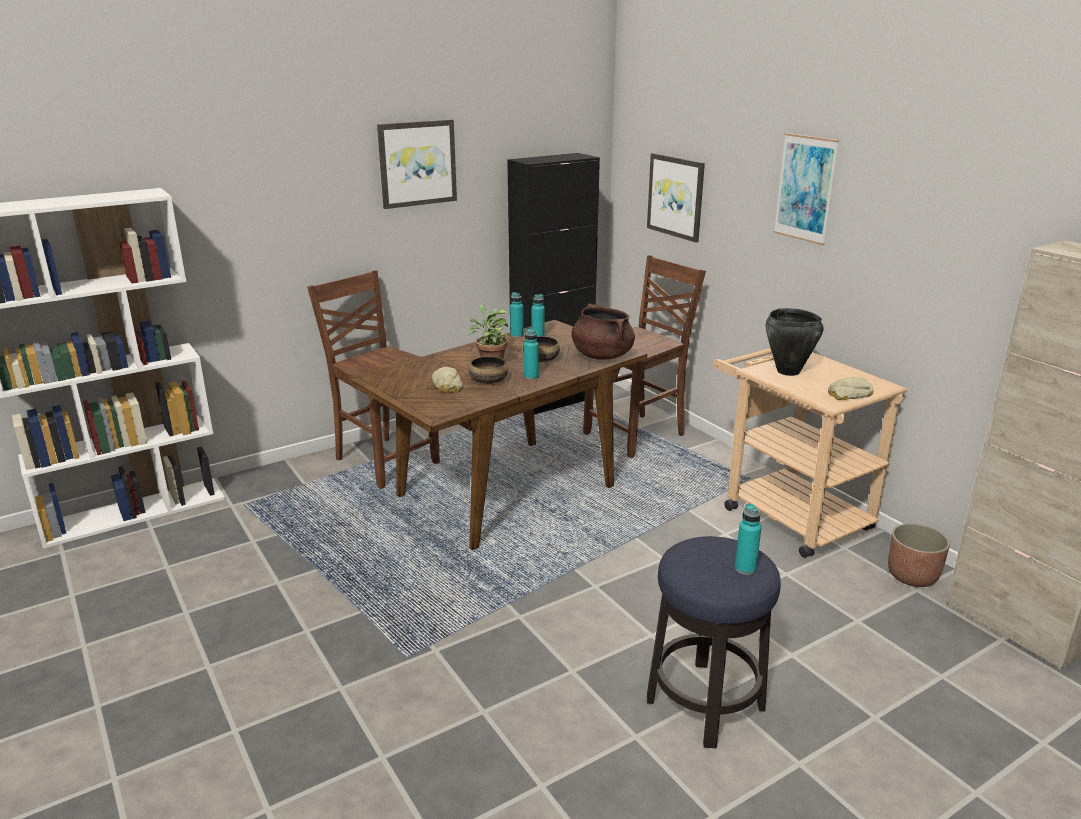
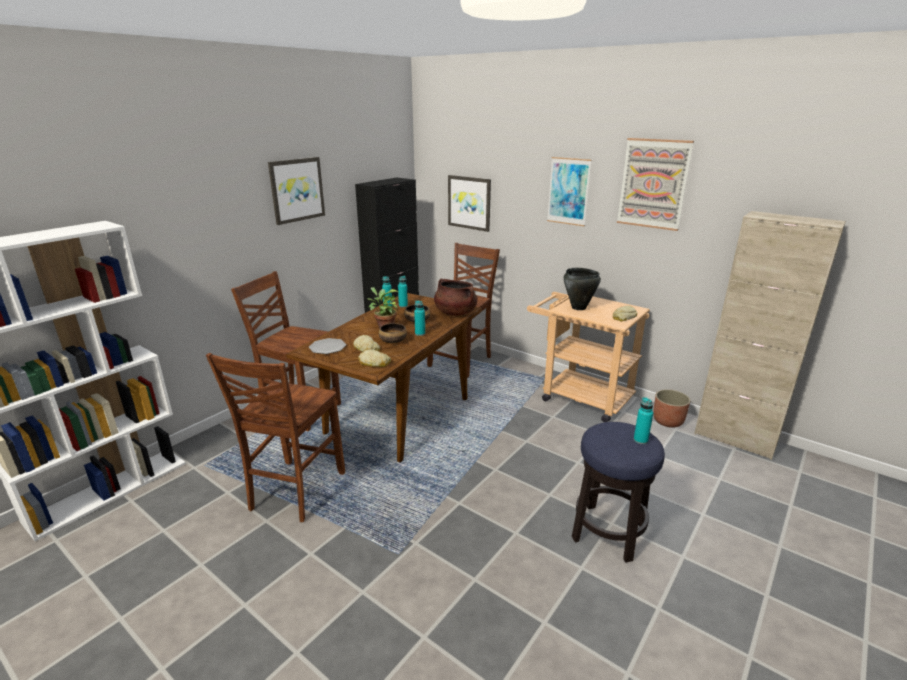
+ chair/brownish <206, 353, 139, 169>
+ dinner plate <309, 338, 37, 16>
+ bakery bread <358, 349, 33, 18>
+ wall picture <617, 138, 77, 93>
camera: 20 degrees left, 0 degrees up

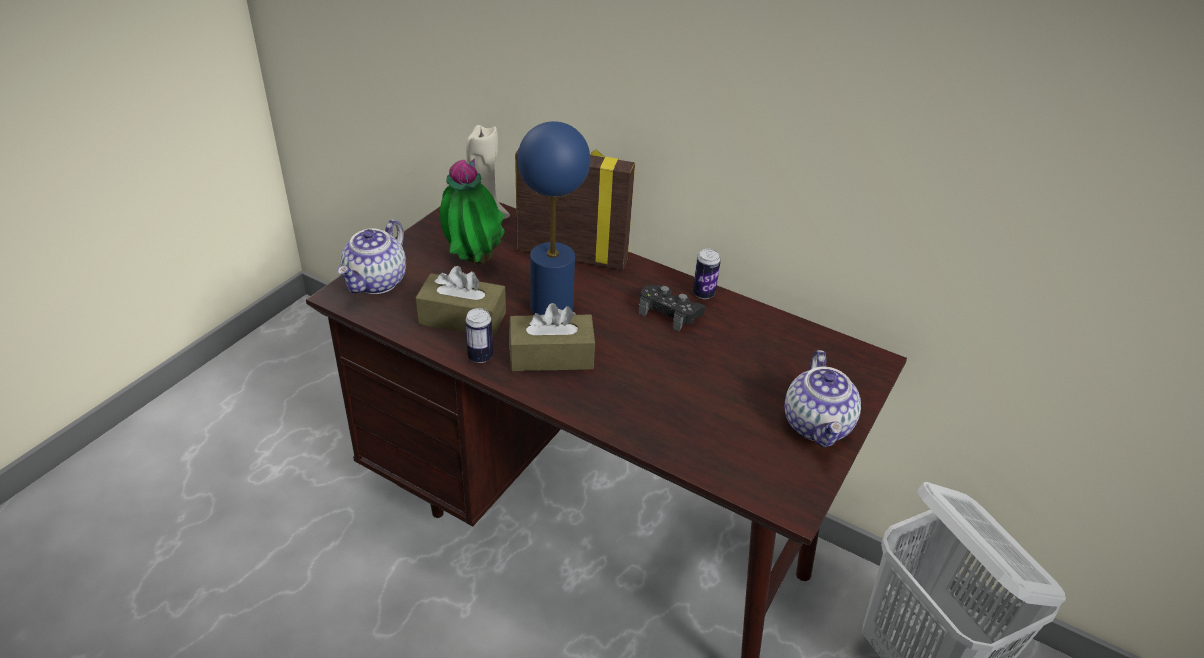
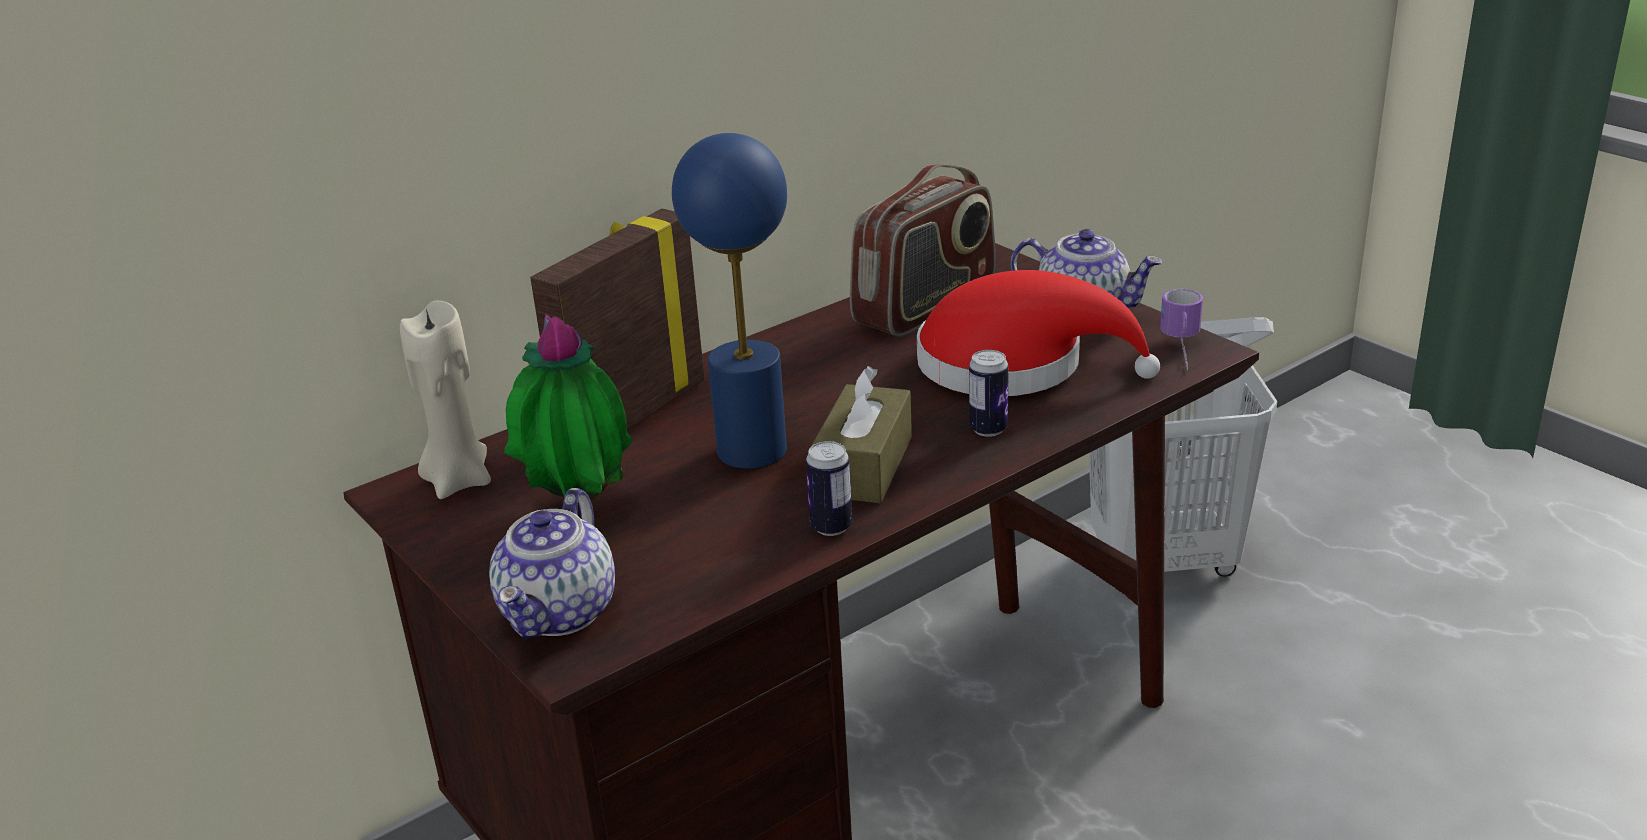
~ pot for tea <338, 219, 68, 75> = <489, 488, 126, 151> 60 degrees clockwise
+ radio <850, 164, 146, 173>
+ hat/red-coloured <917, 270, 243, 126>
~ metal can <693, 249, 28, 50> to <969, 350, 40, 87>
+ coffee mug <1160, 289, 43, 82>
- box of tissues/brownish <416, 266, 90, 72>
- joypad/blackish <638, 285, 67, 47>
camera: 65 degrees left, 10 degrees down

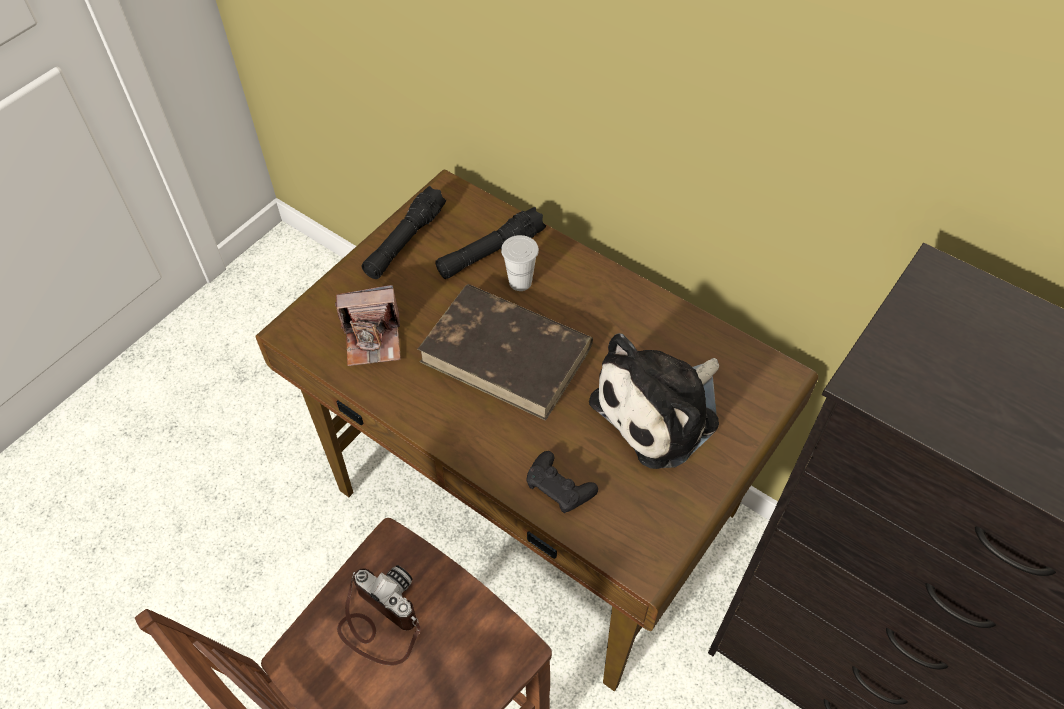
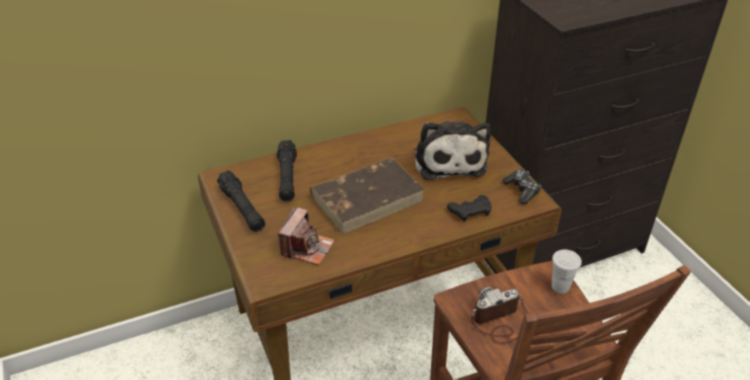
+ joypad <502, 169, 39, 35>
~ small cup/white-coloured <501, 235, 38, 56> to <552, 250, 30, 43>
camera: 60 degrees left, 15 degrees down

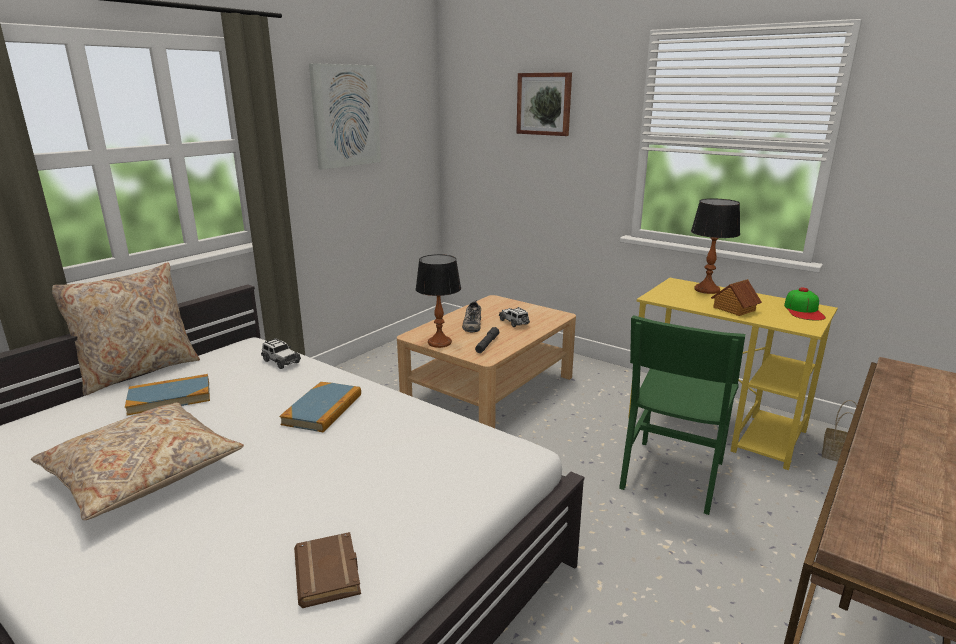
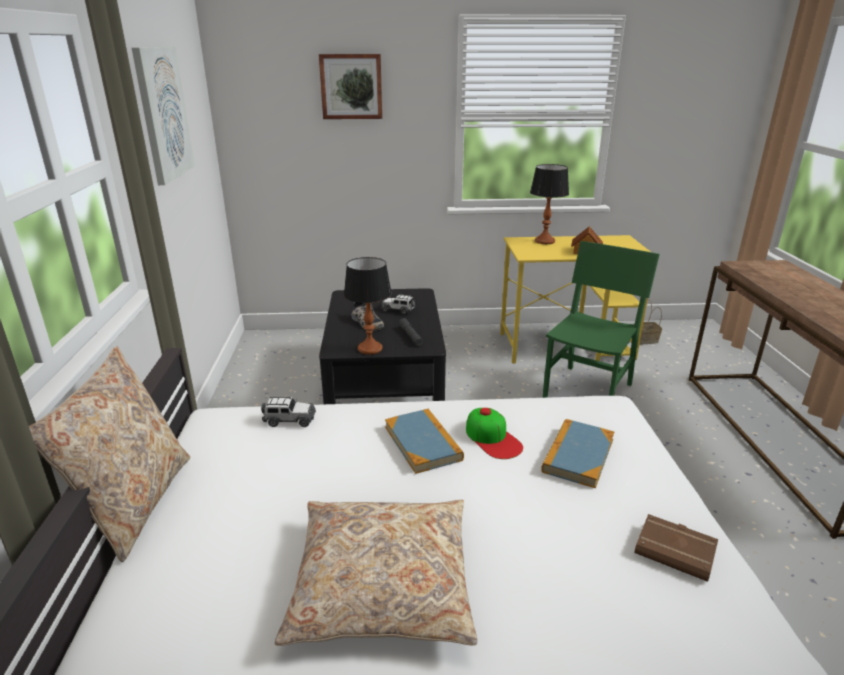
~ coffee table/sand-coloured <397, 295, 179, 133> to coffee table/blackish <319, 288, 127, 116>
~ cap <784, 288, 42, 32> to <466, 408, 57, 51>
~ bound book <125, 374, 85, 41> to <541, 419, 73, 69>
~ chair/green <619, 315, 126, 200> = <542, 241, 118, 157> 135 degrees counterclockwise
camera: 40 degrees left, 5 degrees up

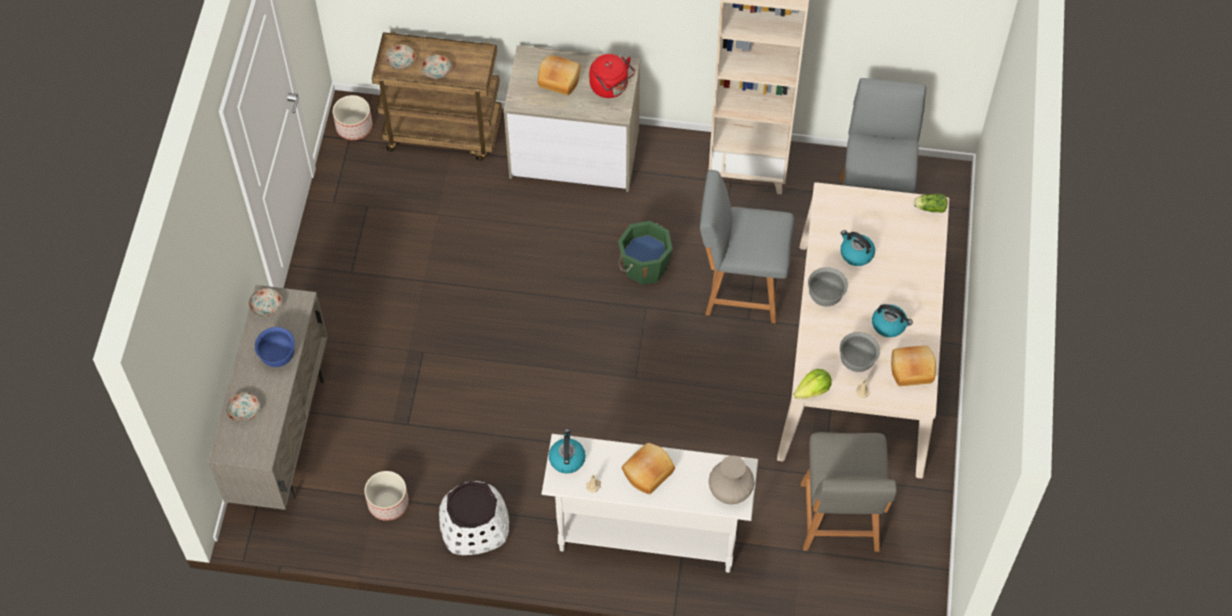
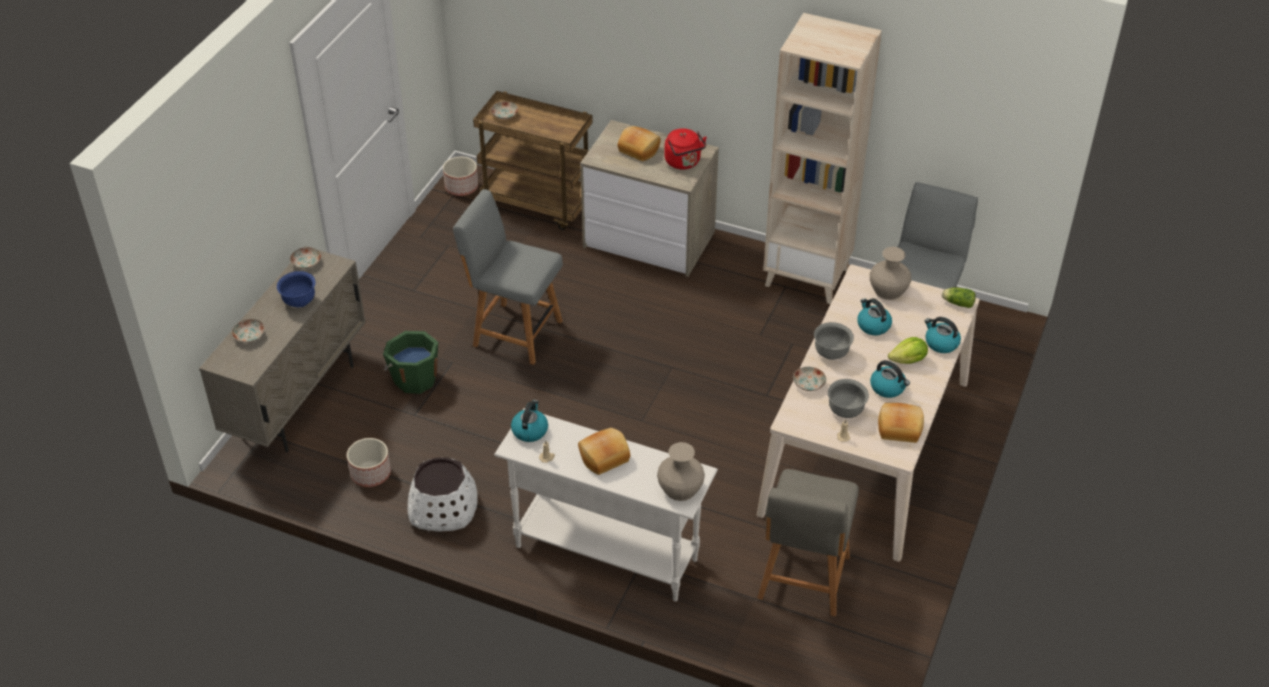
~ bucket/green <618, 221, 54, 64> to <383, 331, 55, 63>
~ chair/greyish <700, 170, 94, 153> to <453, 189, 110, 176>
~ dinner plate <421, 55, 30, 24> to <793, 367, 34, 24>
+ vase/sand-coloured <870, 247, 41, 53>
~ head of lettuce <793, 369, 38, 30> to <888, 337, 40, 27>
+ tea kettle <925, 317, 36, 36>
camera: 15 degrees right, 15 degrees down

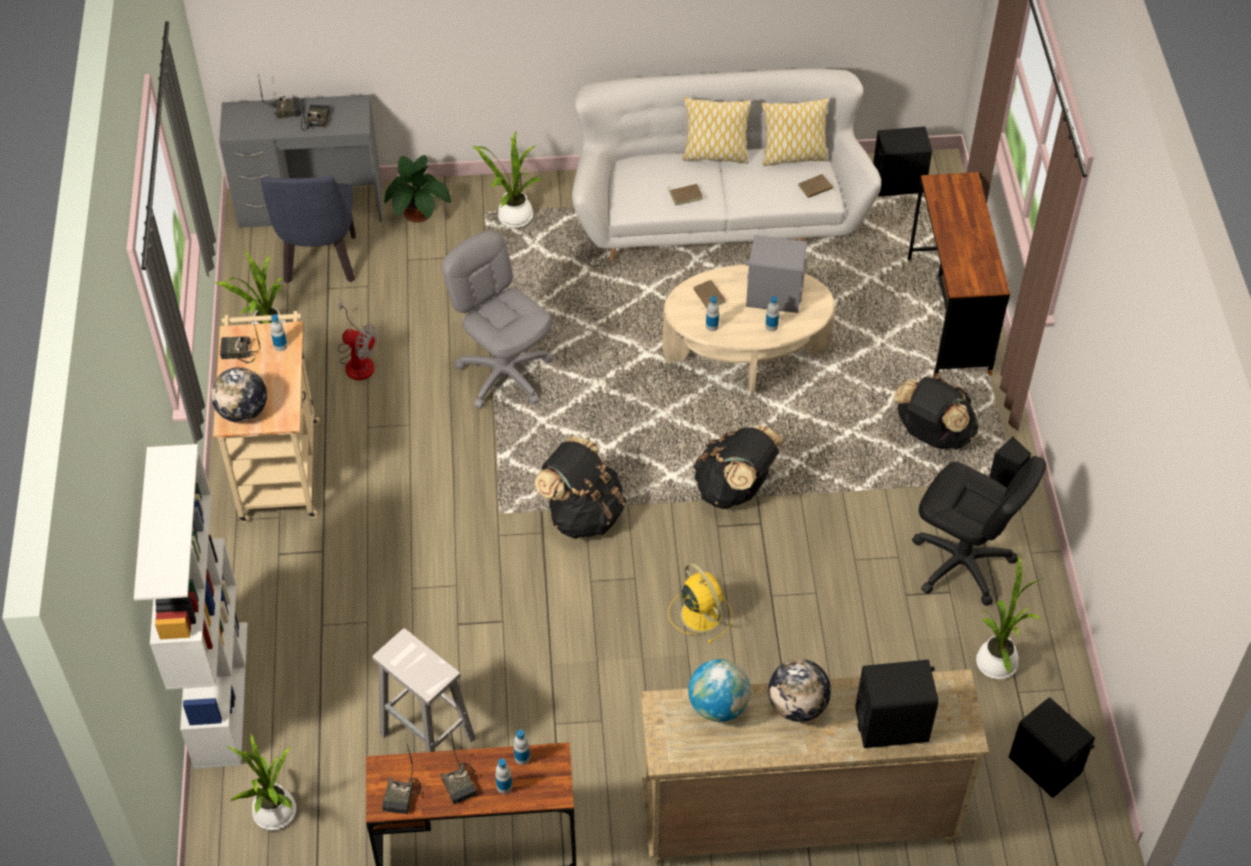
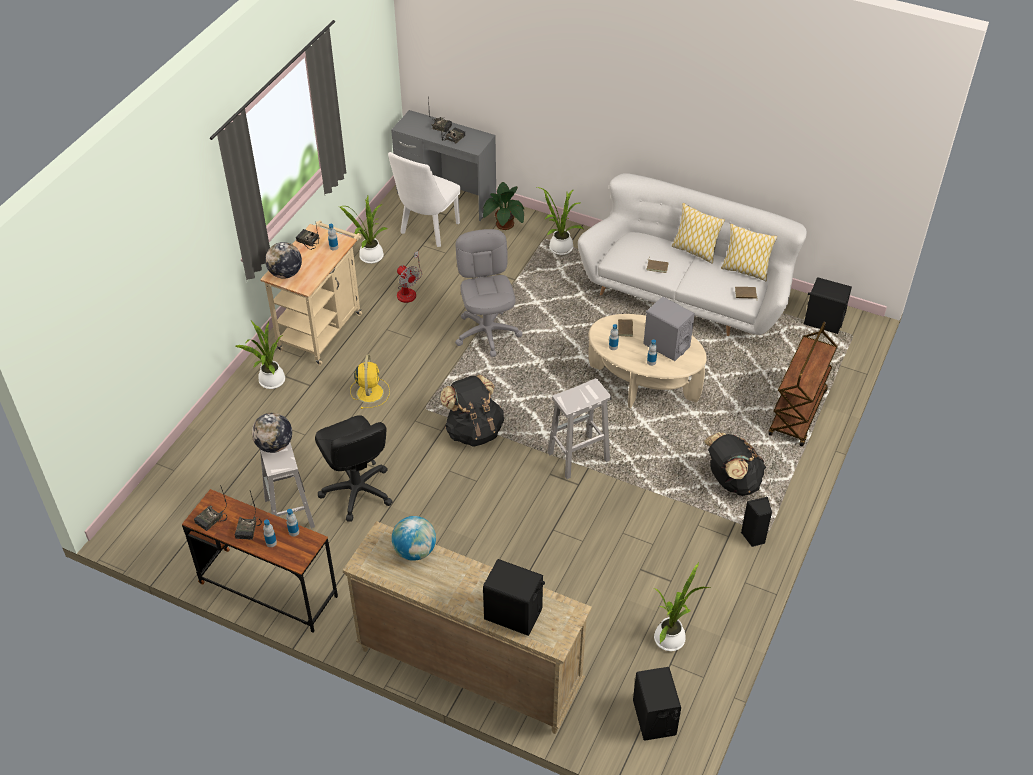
~ houseplant <227, 732, 69, 98> to <236, 321, 49, 68>
~ world globe <768, 659, 63, 63> to <252, 413, 40, 40>
~ desk chair/blackish <912, 456, 134, 150> to <315, 415, 78, 107>
~ fan/yellow-coloured <668, 563, 65, 80> to <350, 354, 40, 55>
~ chair/bluish <261, 175, 95, 108> to chair/white-coloured <388, 152, 73, 95>
~ knapsack/blackish <693, 426, 91, 83> to stool seat/white-coloured <548, 378, 64, 101>
~ desk/brownish <908, 172, 102, 205> to wheeled cart/brownish <768, 322, 70, 125>
- bookshelf/white-coloured <134, 444, 114, 325>
camera: 30 degrees right, 5 degrees down

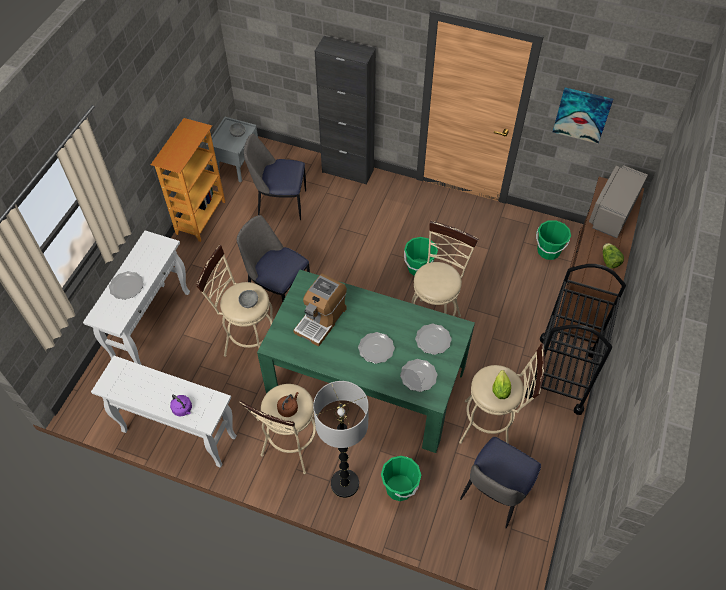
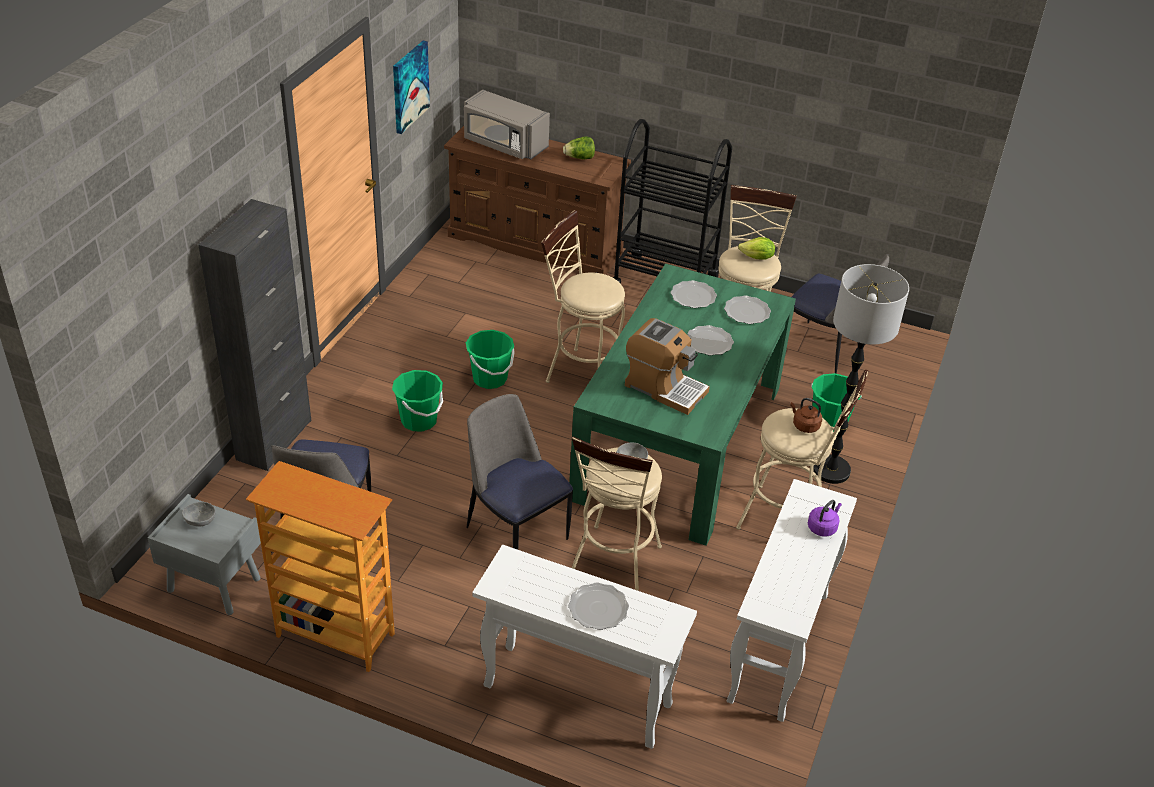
~ bucket/green <536, 220, 35, 40> to <392, 370, 51, 62>
~ chair <237, 215, 73, 88> = <467, 394, 106, 156> 105 degrees clockwise
camera: 90 degrees left, 15 degrees down

